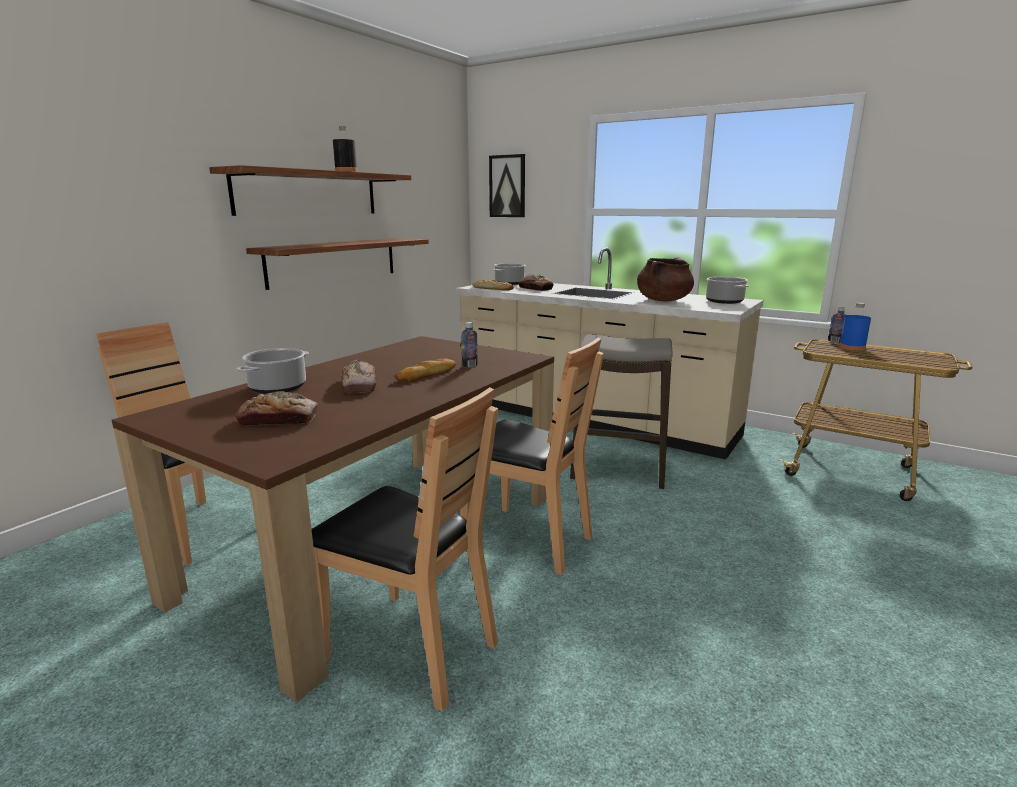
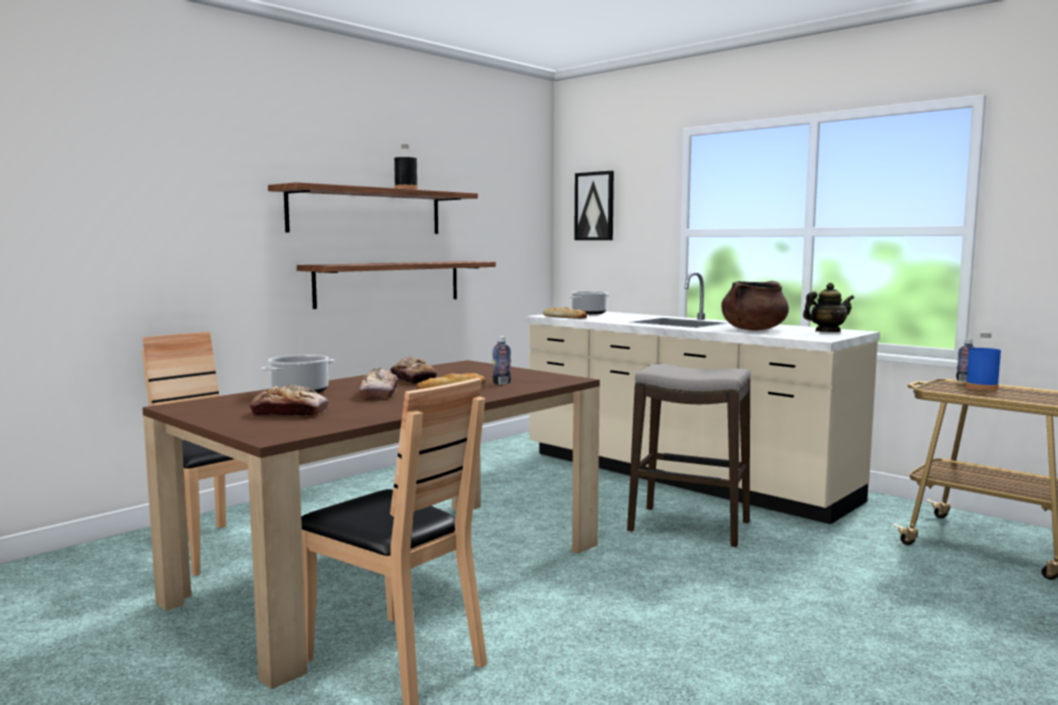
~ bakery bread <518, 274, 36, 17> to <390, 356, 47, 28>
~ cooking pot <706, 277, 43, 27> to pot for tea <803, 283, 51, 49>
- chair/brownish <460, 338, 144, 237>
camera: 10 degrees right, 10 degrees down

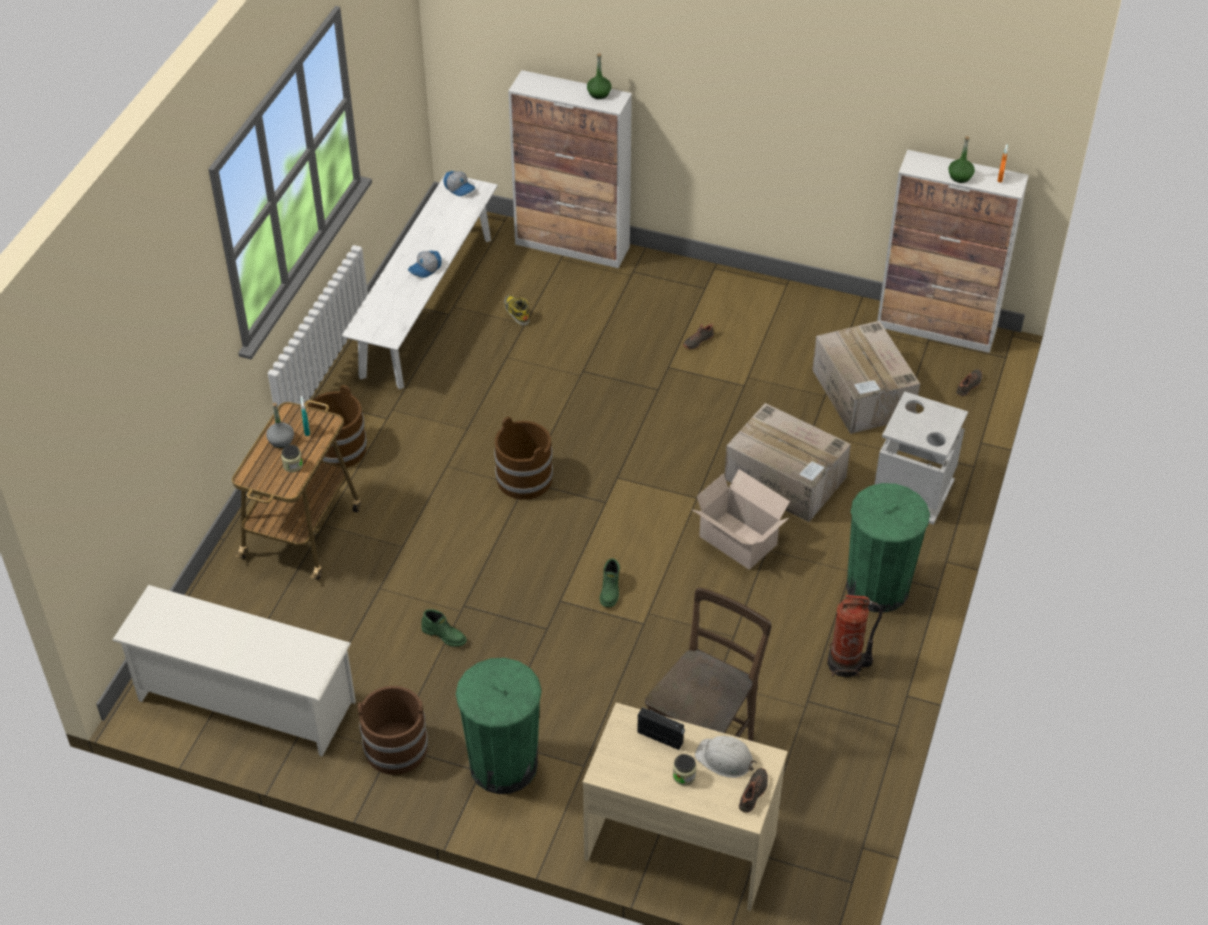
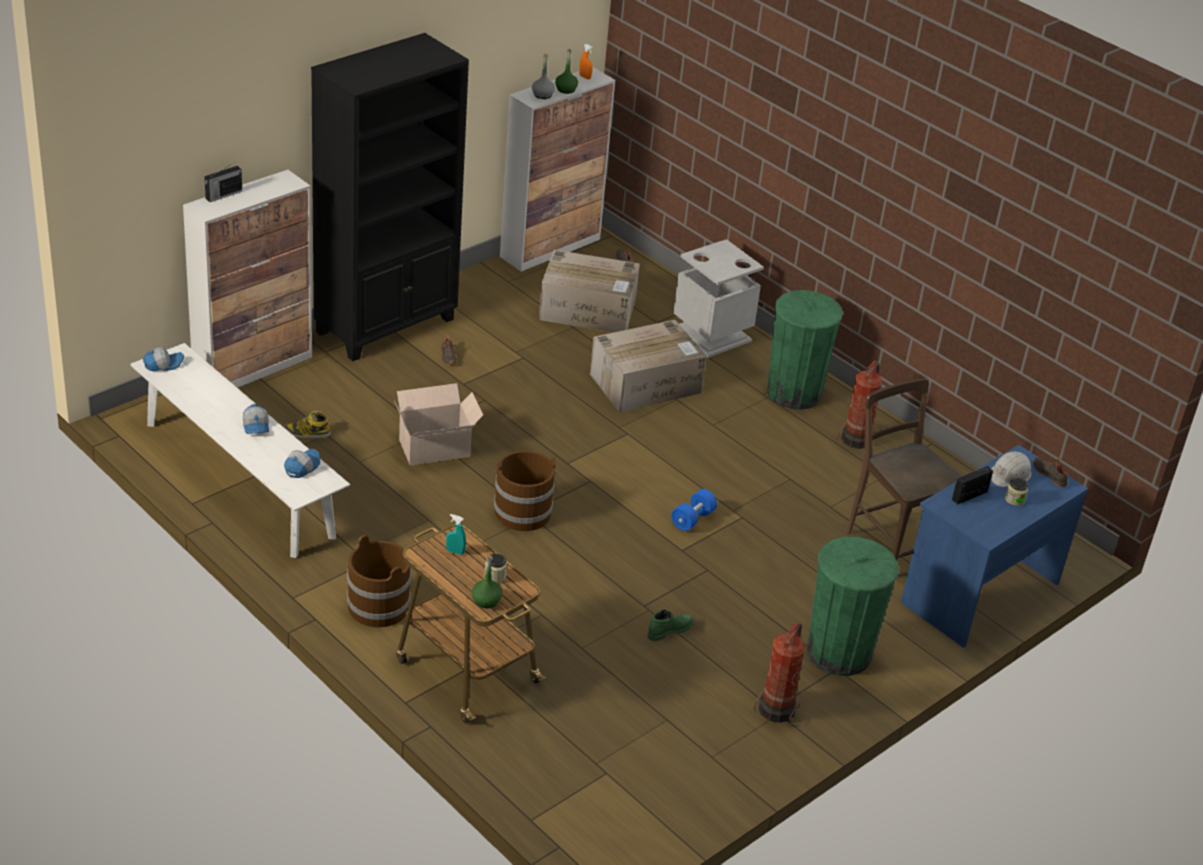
+ radio <204, 162, 38, 40>
+ cap <284, 449, 36, 29>
+ bookshelf/blackish <311, 33, 158, 328>
~ packing box <693, 469, 97, 100> to <394, 383, 89, 83>
~ bottle/green <587, 53, 24, 46> to <472, 555, 31, 53>
~ bottle/greyish <266, 403, 28, 45> to <532, 54, 23, 45>
~ boot/green <600, 558, 20, 50> to dumbbell/bluish <671, 489, 46, 42>
~ bucket/brownish <358, 686, 70, 89> to extinguisher <754, 622, 52, 103>
~ desk/sand-coloured <583, 703, 205, 208> to desk/bluish <901, 445, 187, 203>
- shoe rack/white-coloured <112, 585, 244, 172>
camera: 65 degrees left, 10 degrees down

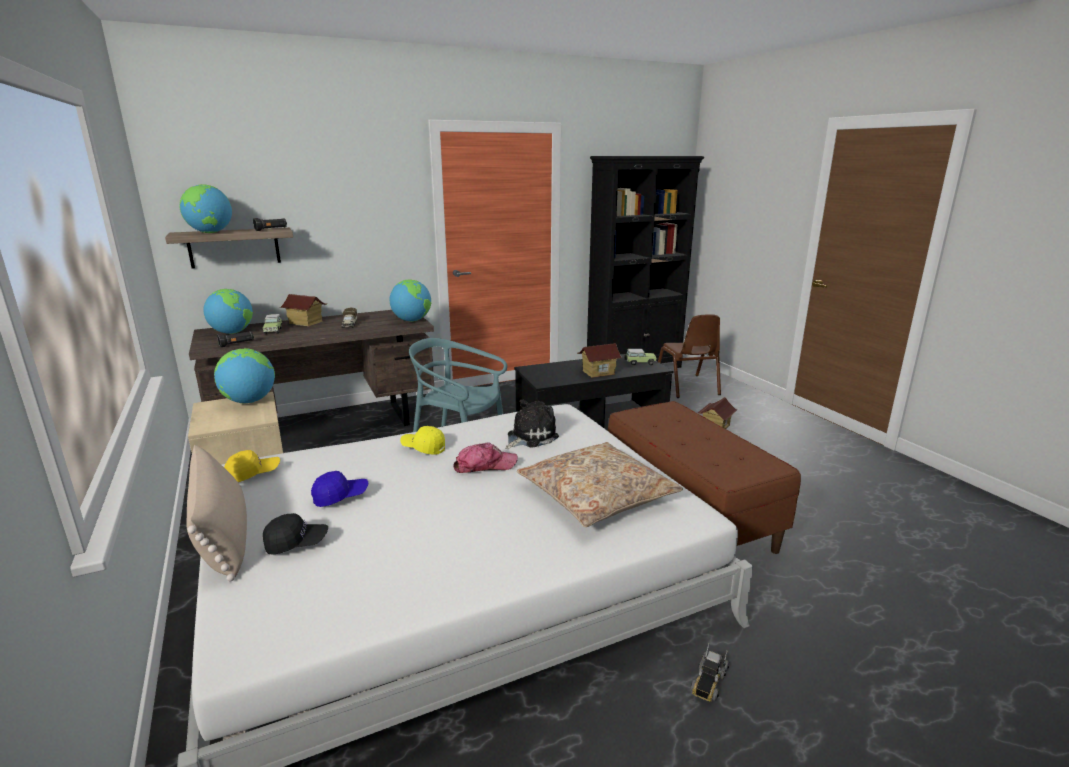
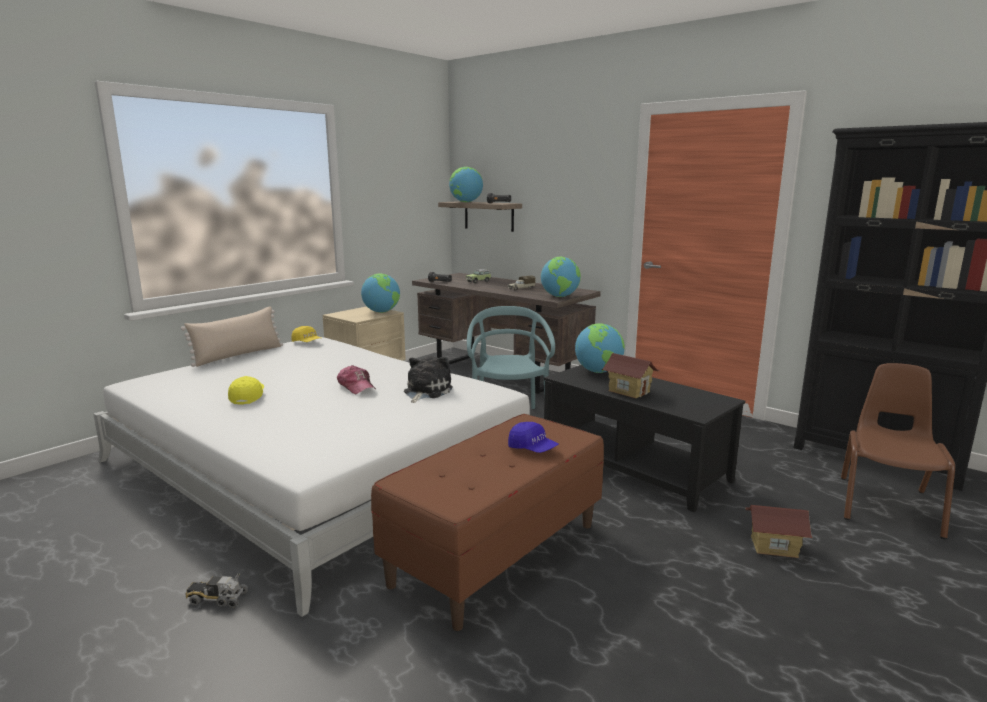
~ cap/yellow-coloured <400, 426, 45, 29> to <228, 376, 36, 28>
~ plush toy <505, 399, 54, 50> = <404, 356, 49, 47> 90 degrees counterclockwise
~ cap/bluish <311, 471, 57, 36> to <508, 422, 51, 31>
~ world globe <203, 289, 50, 45> to <575, 323, 50, 50>
~ chair/brownish <658, 314, 63, 84> = <841, 363, 114, 176> 150 degrees clockwise
- cap/blackish <263, 513, 65, 41>
- miniature house <280, 294, 47, 32>
- throw pillow/sand-coloured <517, 442, 166, 85>
- toy car <625, 349, 31, 16>
camera: 65 degrees right, 5 degrees down

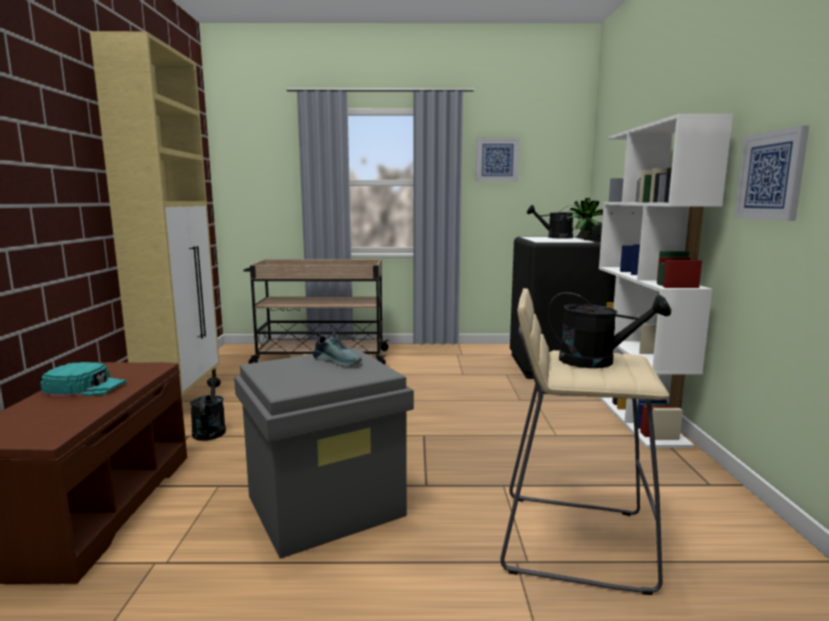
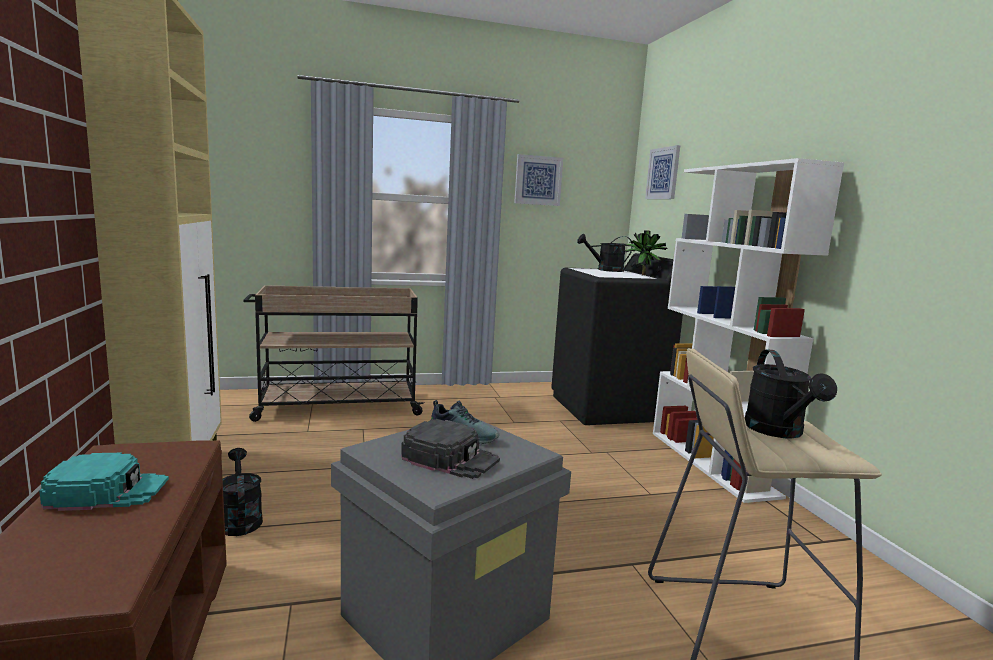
+ cap/blackish <401, 419, 99, 60>
~ wall picture <734, 125, 75, 96> to <645, 145, 35, 54>
~ watering can/blackish <548, 292, 123, 76> = <745, 349, 92, 90> 90 degrees clockwise
camera: 15 degrees left, 0 degrees up

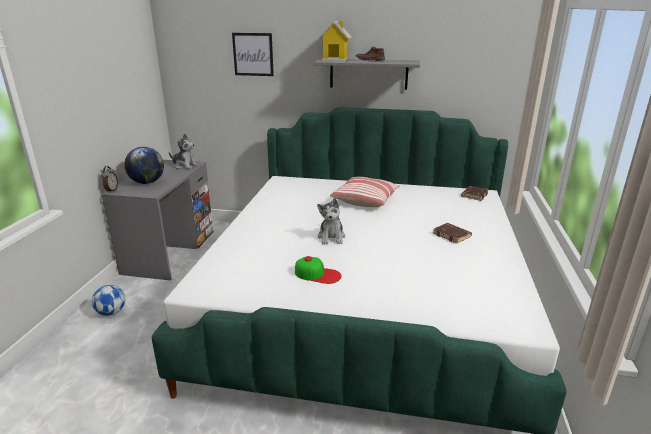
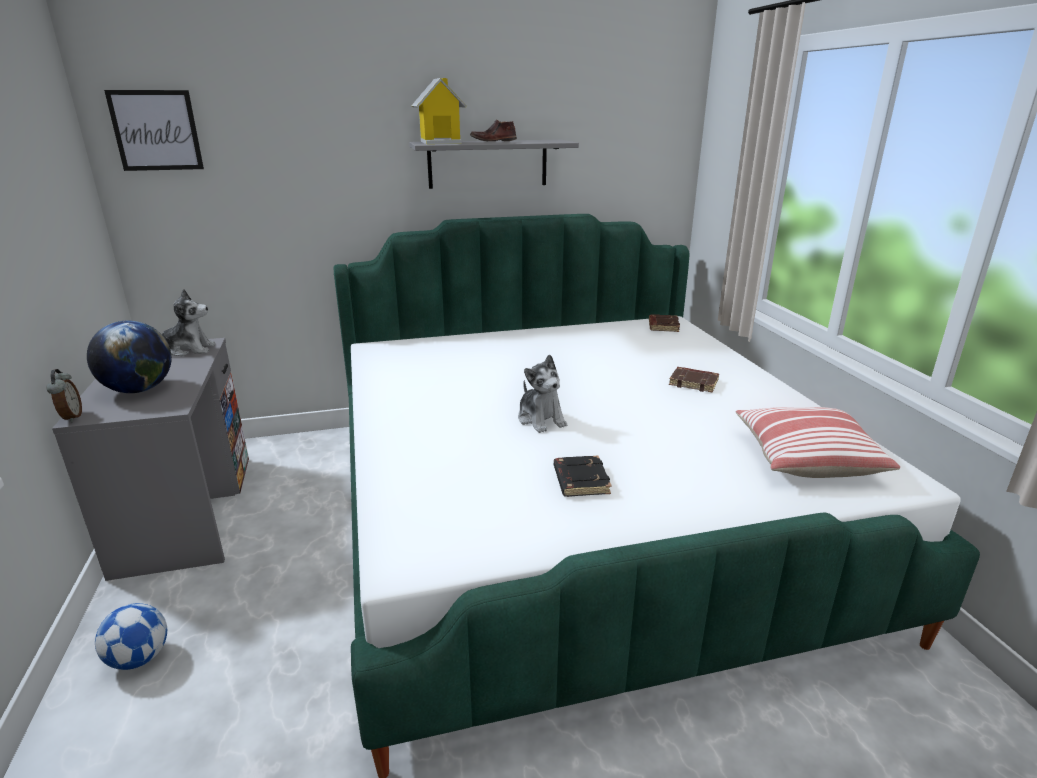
~ wall picture <232, 33, 42, 43> to <104, 90, 100, 81>
~ cap <295, 256, 47, 28> to bound book/blackish <554, 455, 58, 42>
~ throw pillow <330, 177, 70, 30> to <736, 407, 164, 71>
camera: 25 degrees left, 0 degrees up

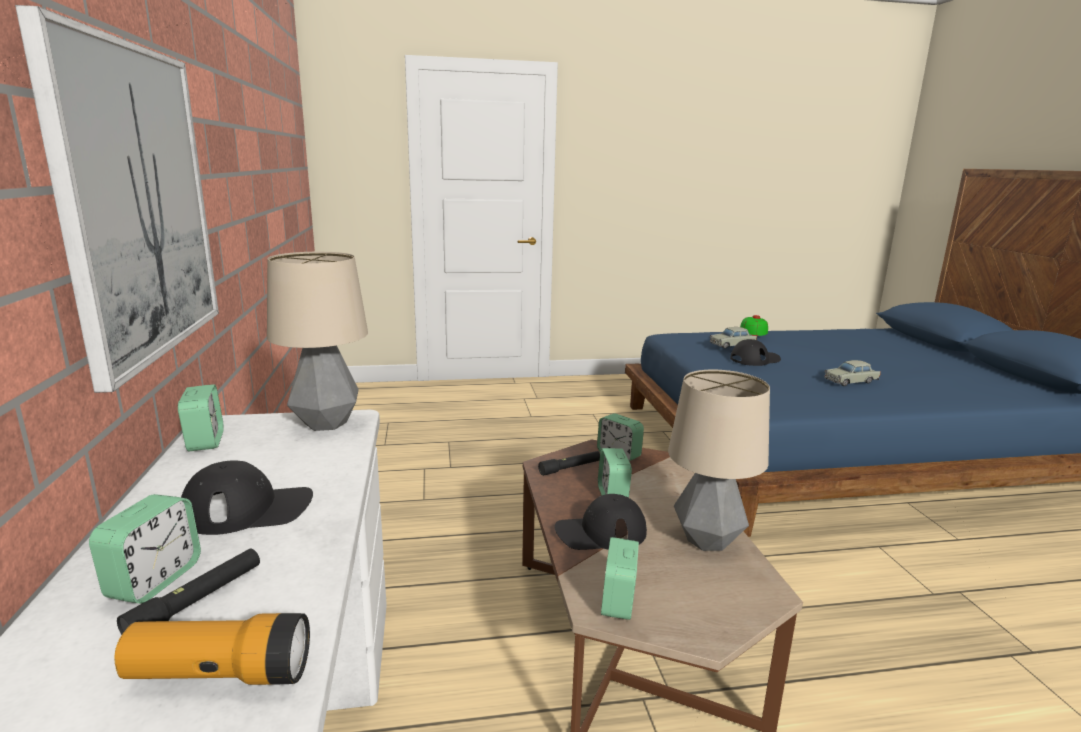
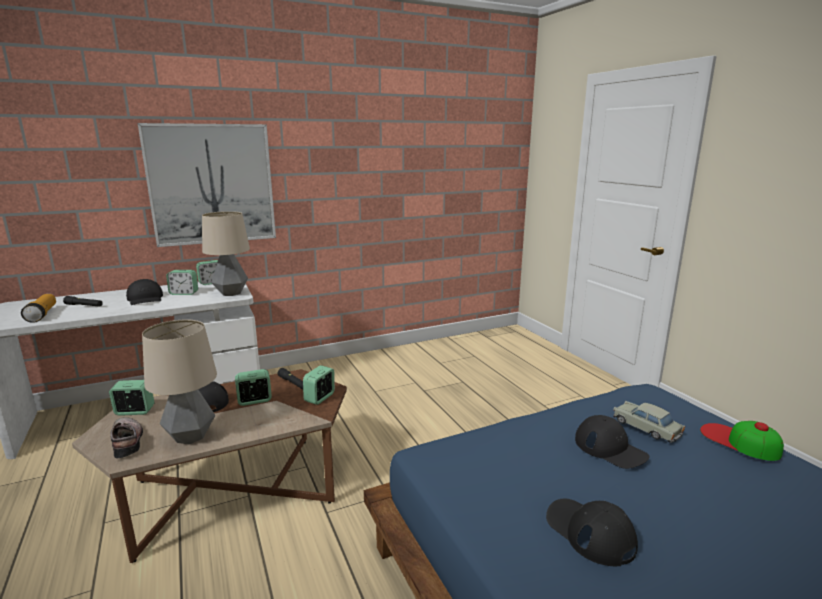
+ item of footwear <110, 417, 33, 41>
~ table clock <89, 494, 112, 109> to <166, 270, 32, 25>
~ toy car/sand-coloured <824, 360, 57, 26> to cap/blackish <546, 499, 92, 67>
camera: 75 degrees right, 0 degrees up

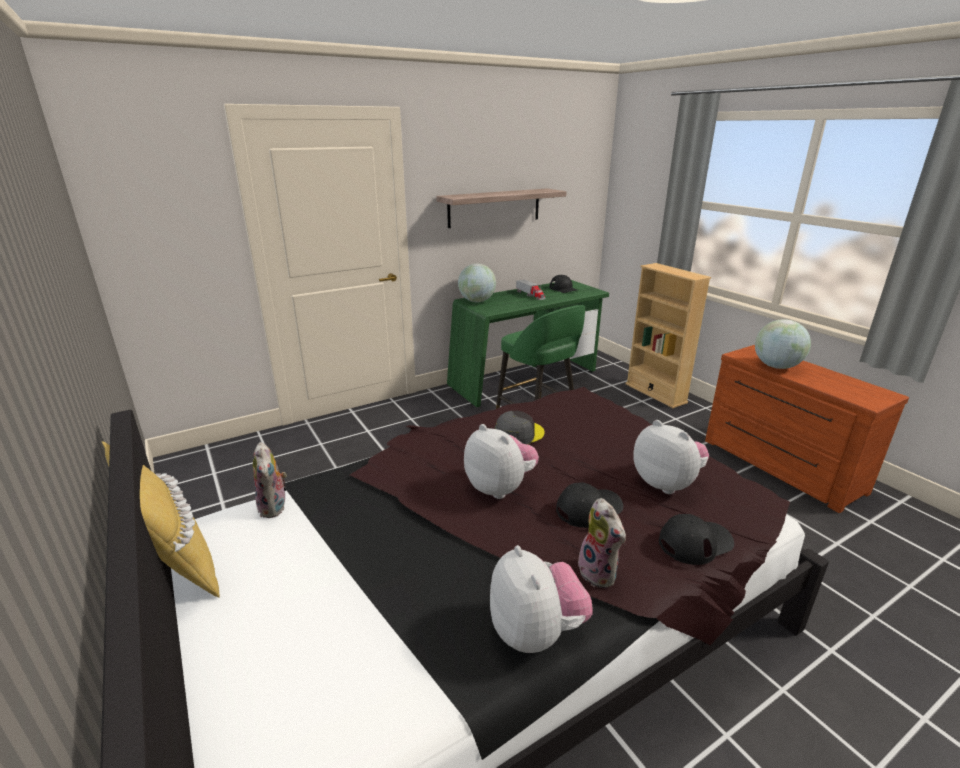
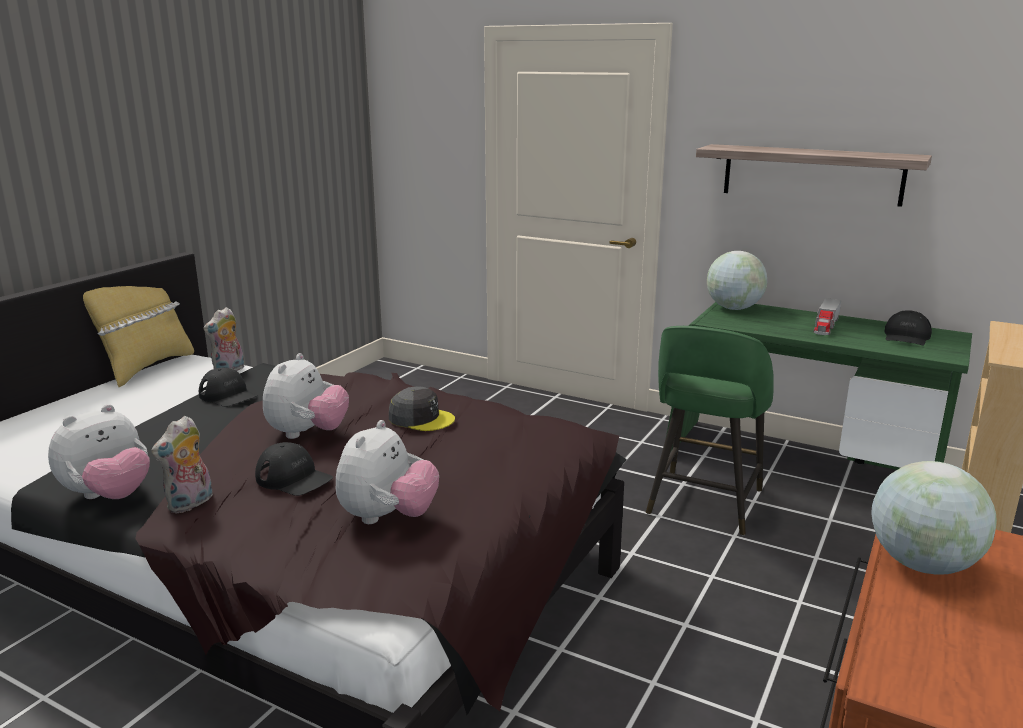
~ cap/blackish <659, 514, 75, 51> to <199, 368, 59, 39>
camera: 60 degrees right, 5 degrees down

